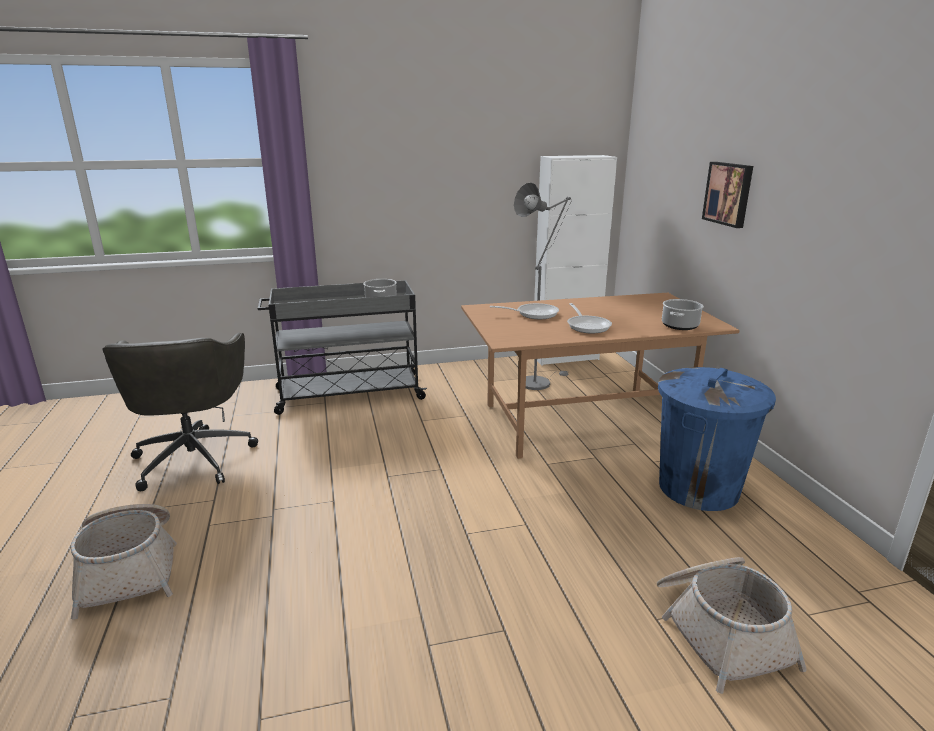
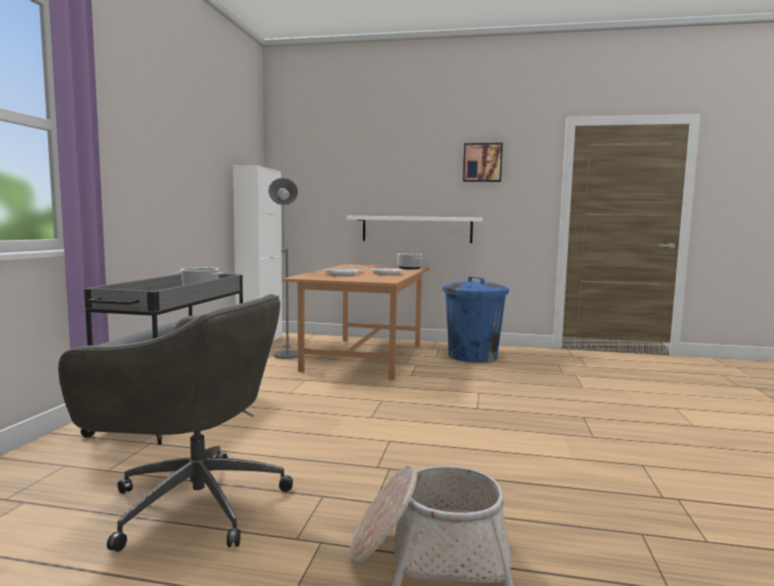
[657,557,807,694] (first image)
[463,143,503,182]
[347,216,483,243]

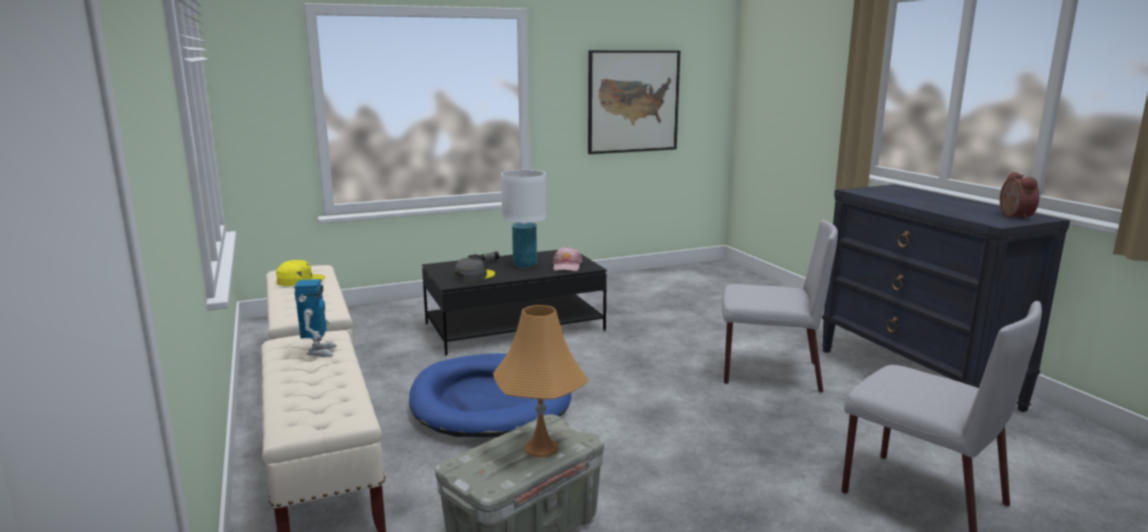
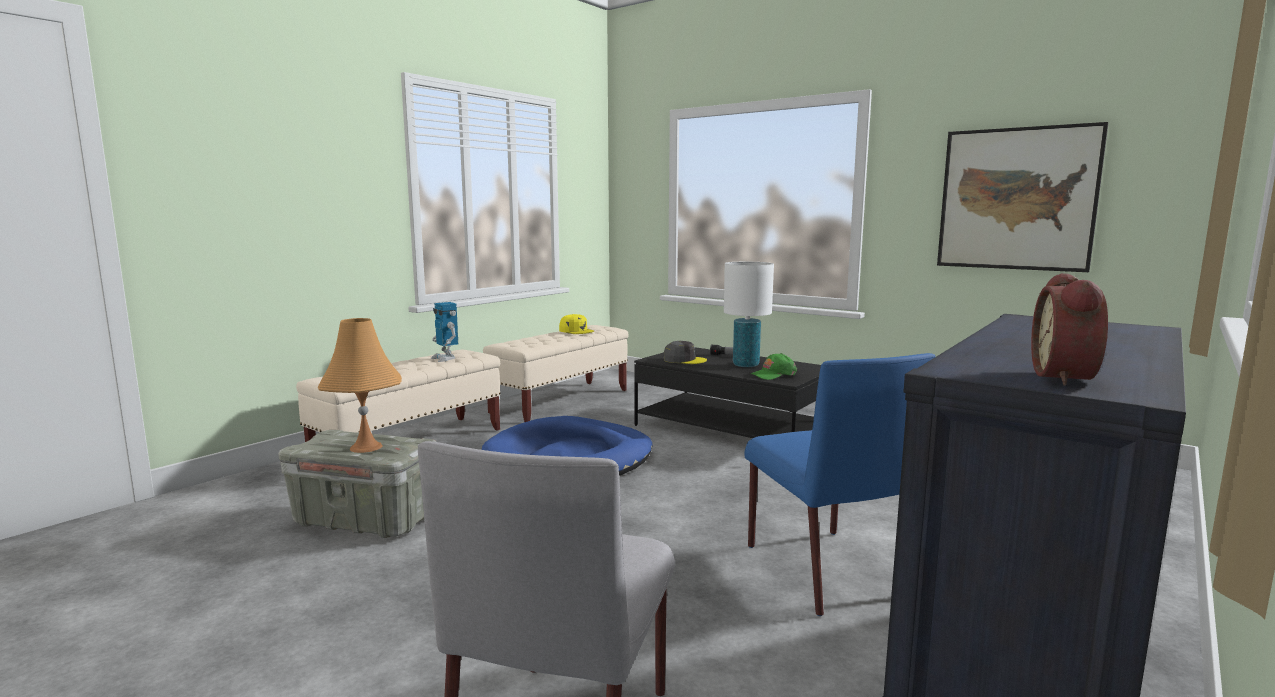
[431,302,458,362]
[751,353,797,380]
[744,353,936,616]
[1031,273,1108,386]

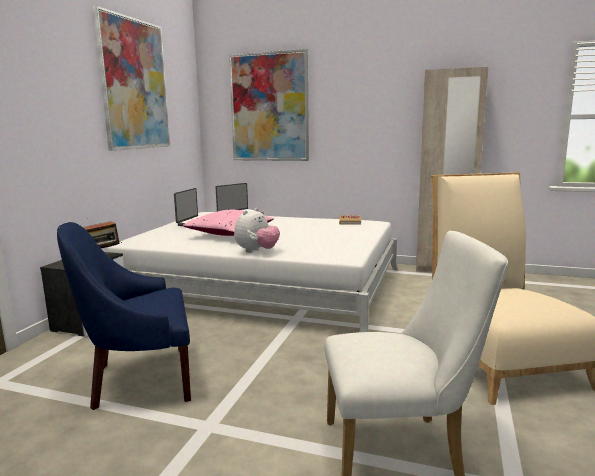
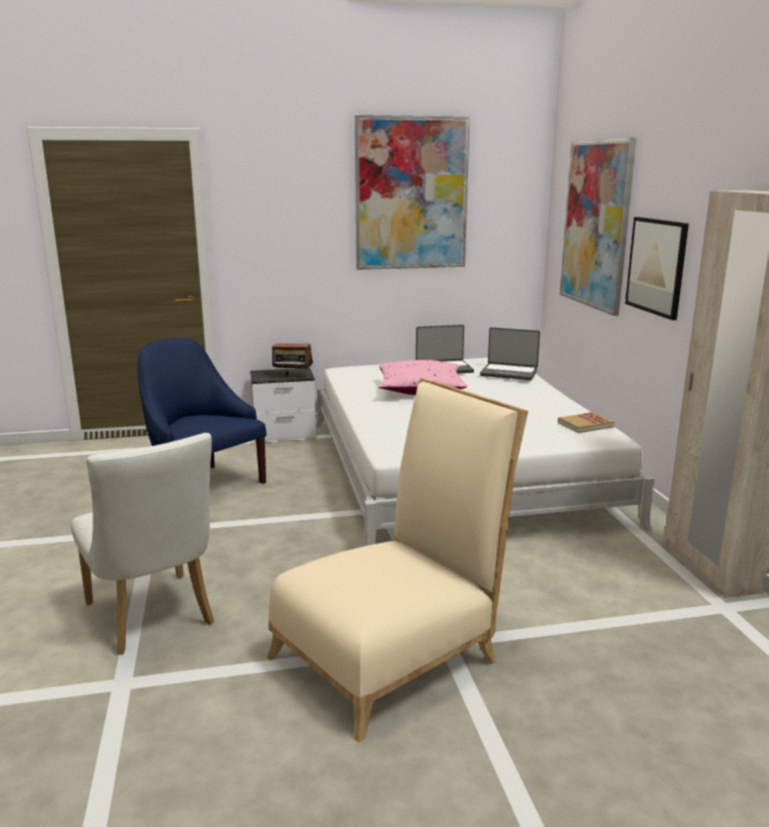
[234,208,280,253] (first image)
[625,217,689,320]

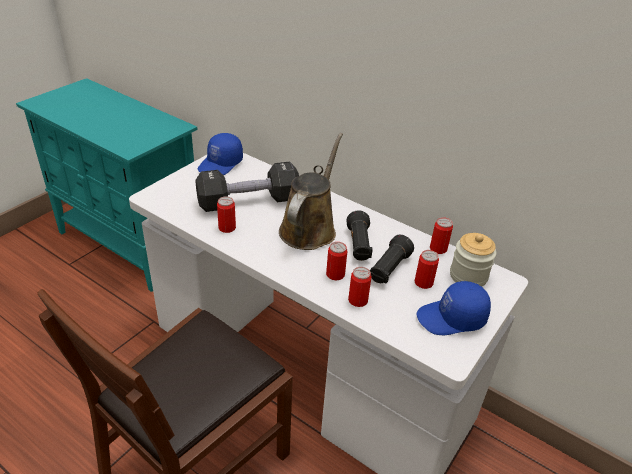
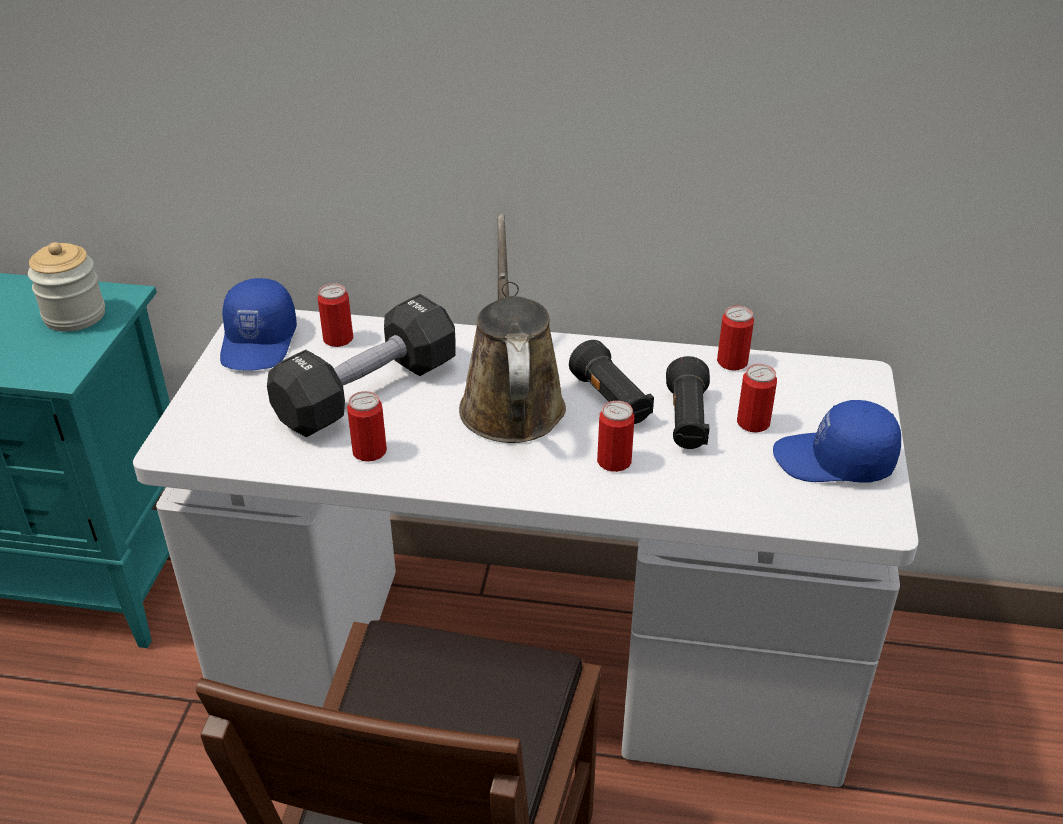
[317,283,353,347]
[773,400,901,483]
[28,242,105,332]

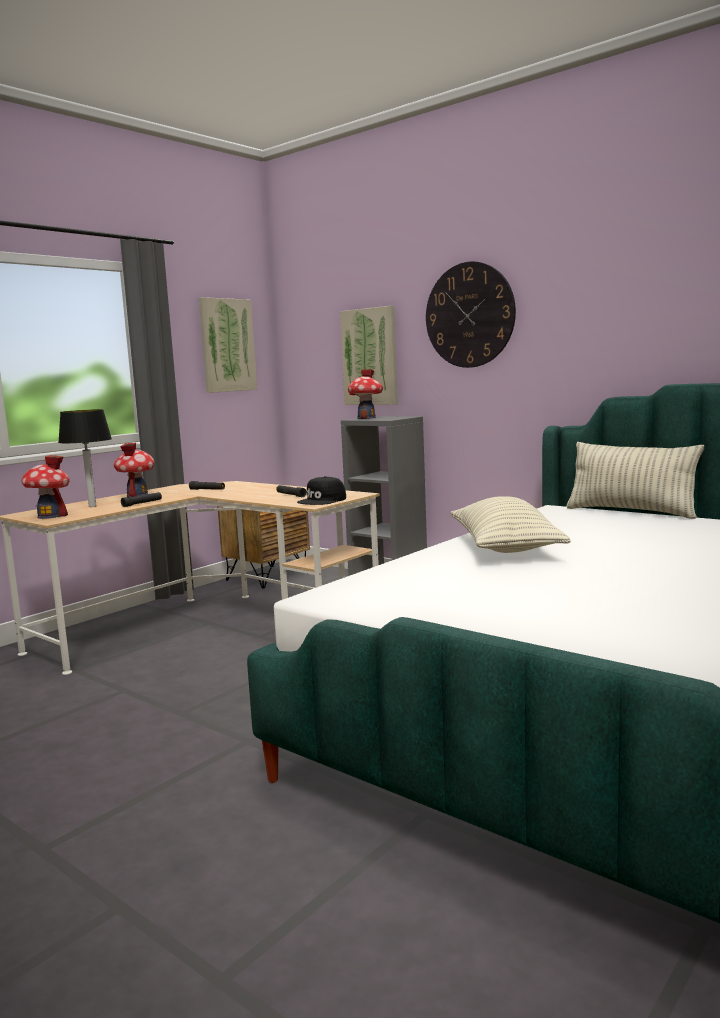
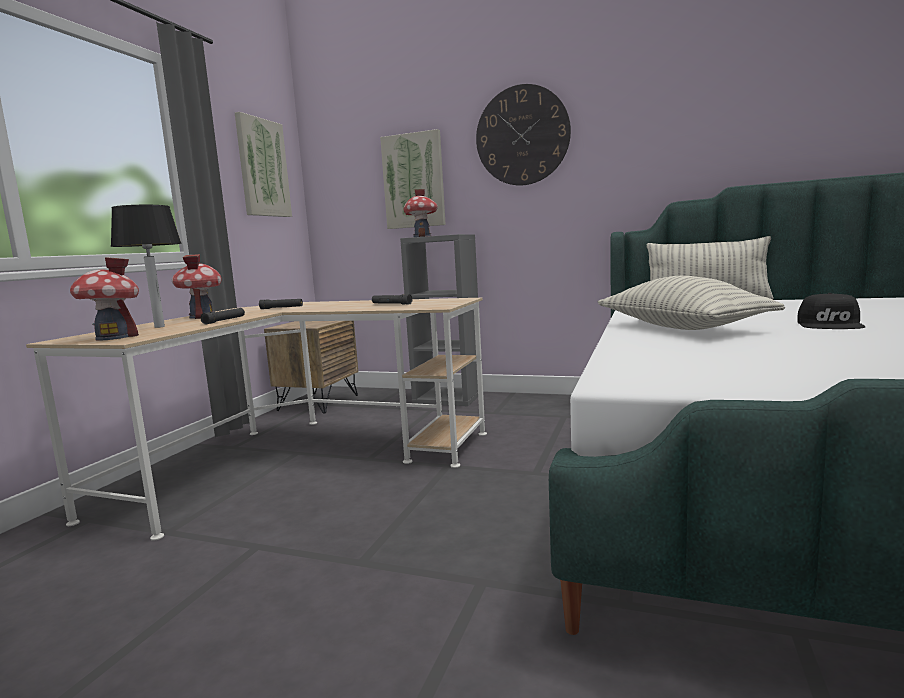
[797,293,865,329]

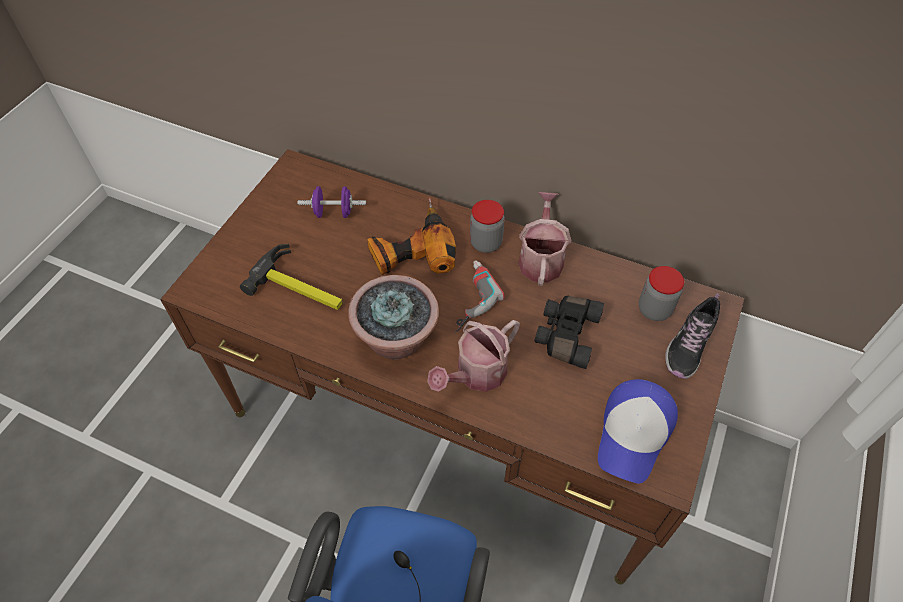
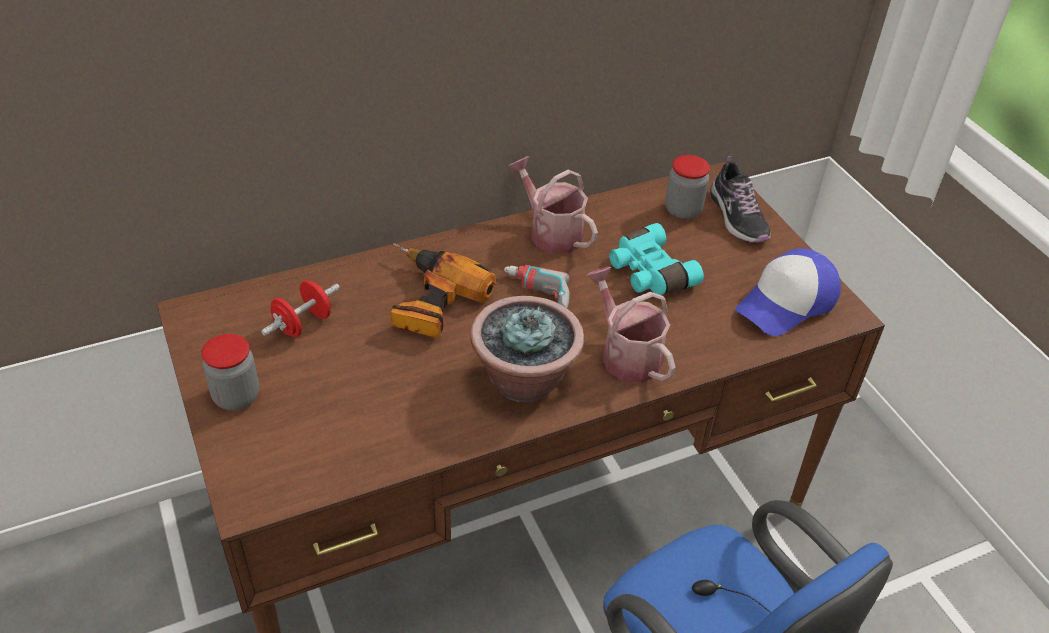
[240,244,343,310] (first image)
[261,280,340,337]
[586,266,676,383]
[201,334,259,410]
[609,223,704,295]
[735,249,841,336]

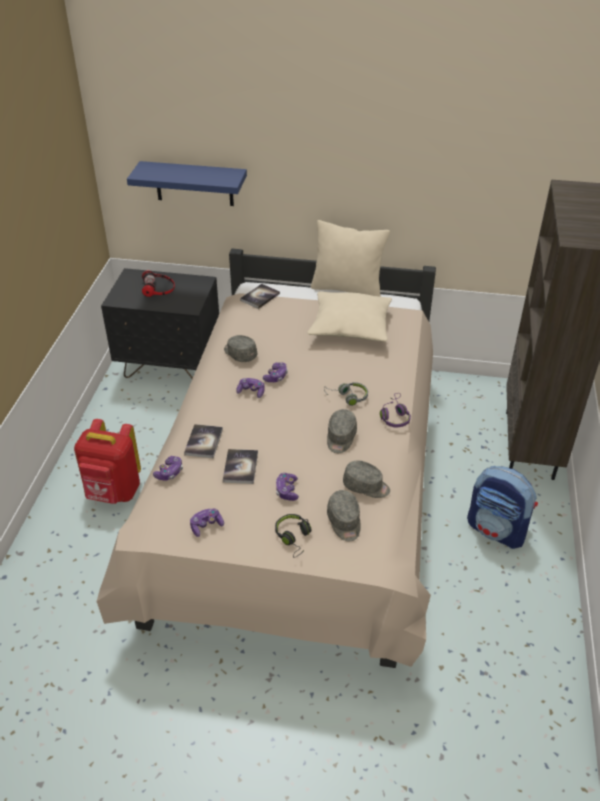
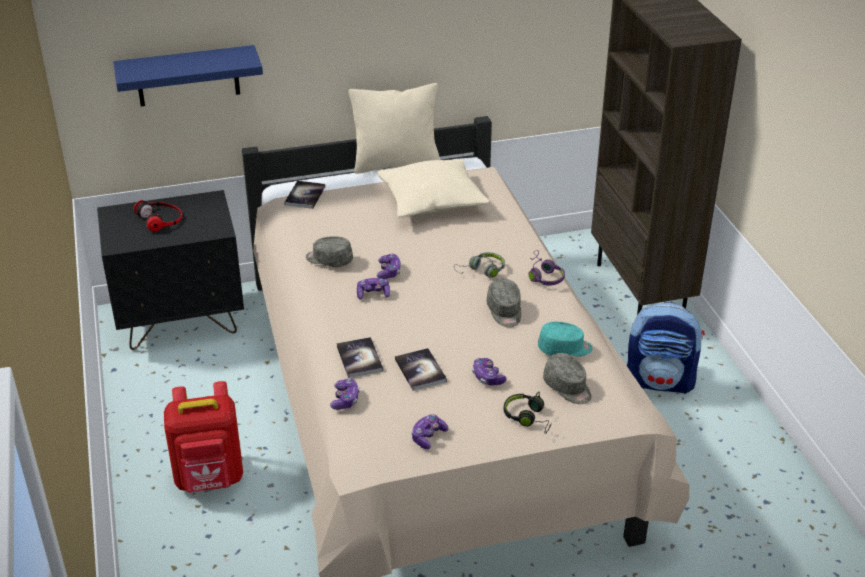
[538,322,593,356]

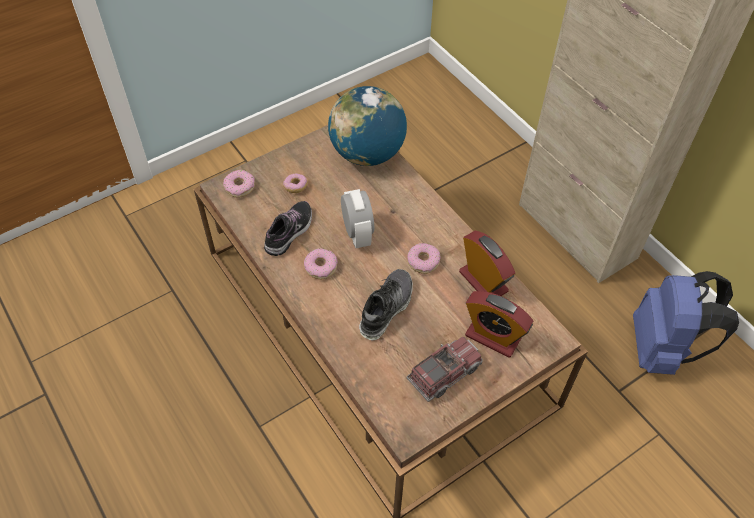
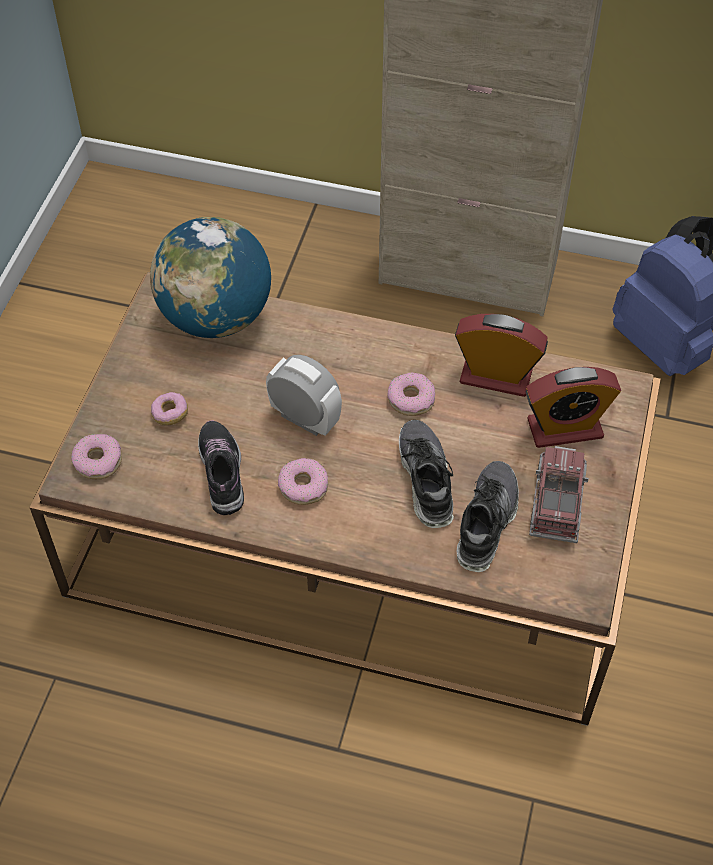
[457,461,519,572]

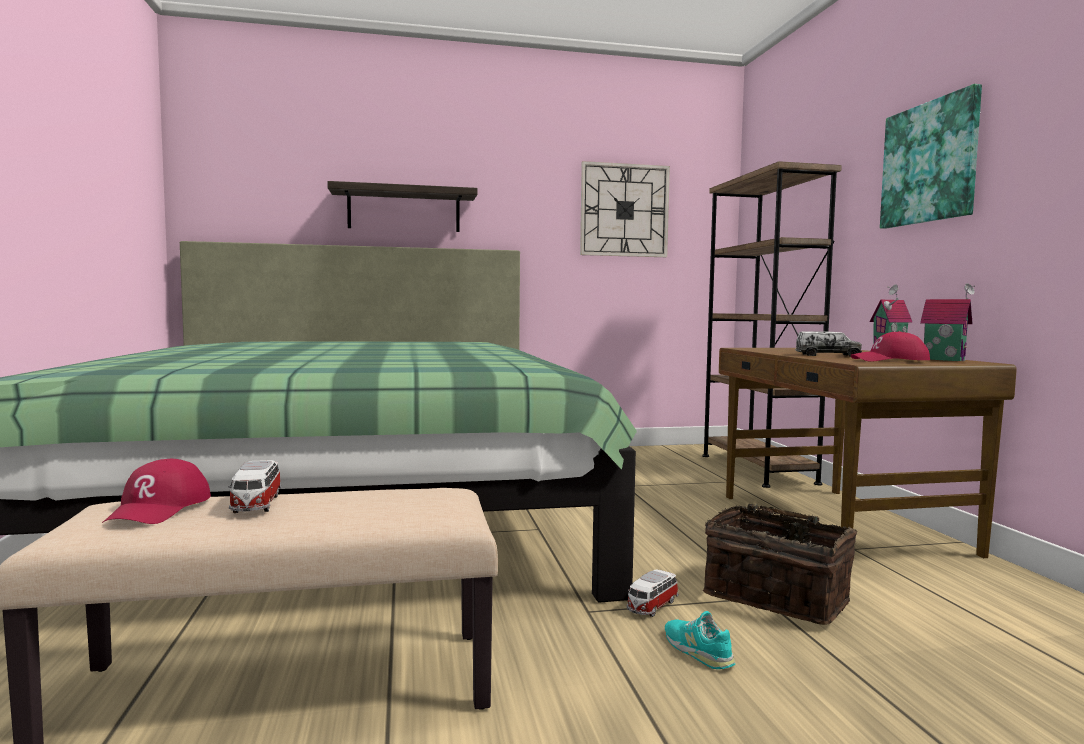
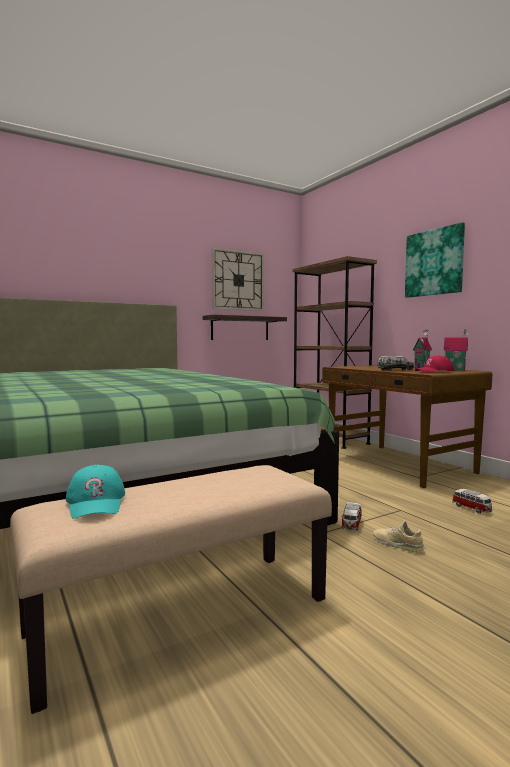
[66,465,125,519]
[452,489,492,514]
[203,315,287,340]
[373,521,425,553]
[703,504,857,625] (first image)

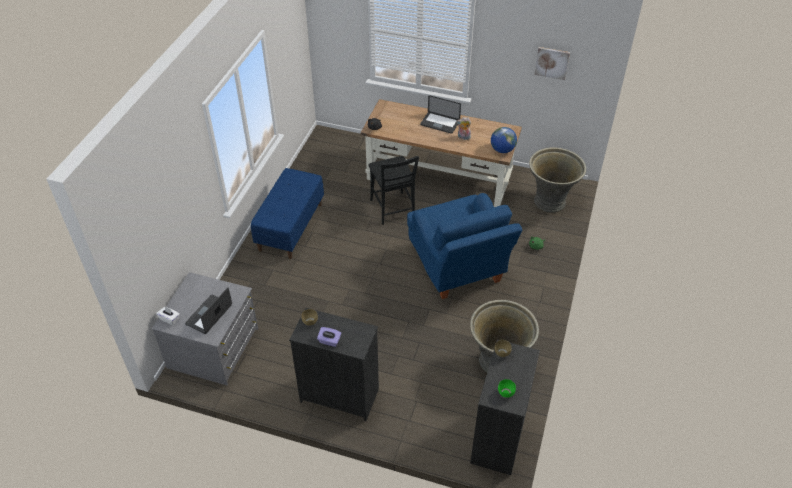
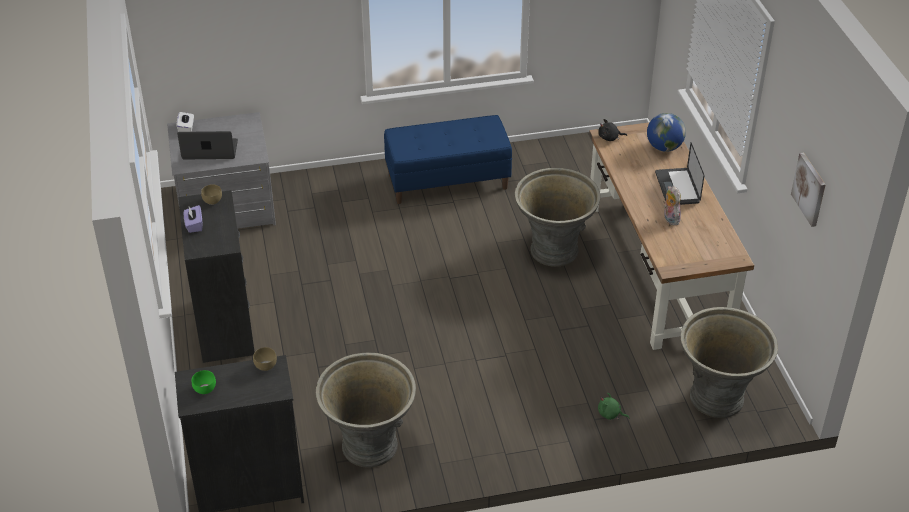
[515,168,601,267]
[407,193,522,299] (first image)
[647,113,686,152]

